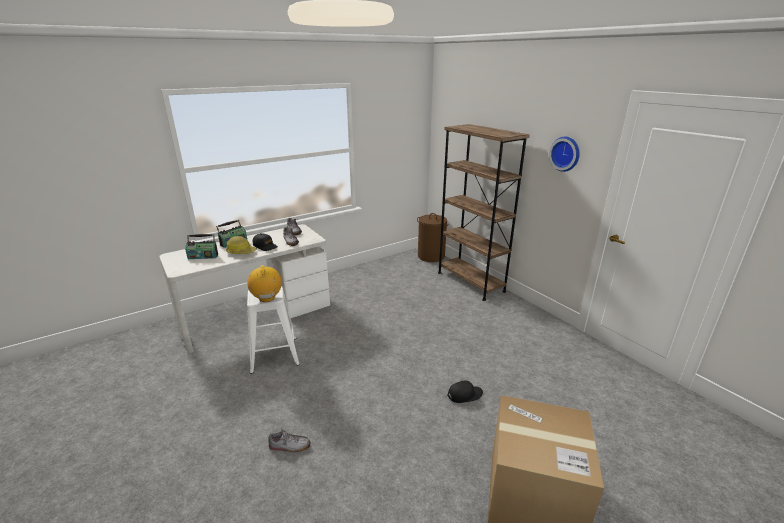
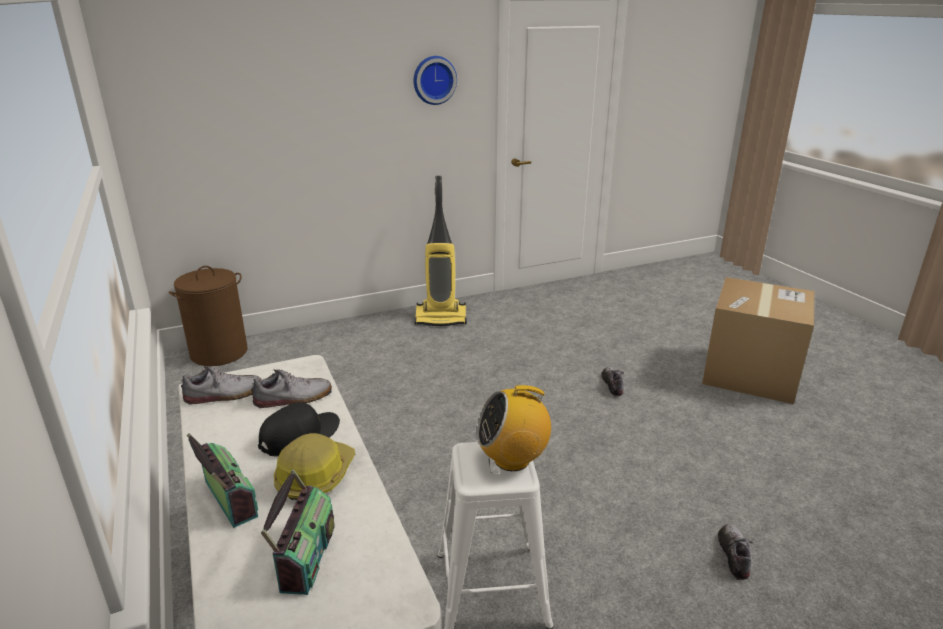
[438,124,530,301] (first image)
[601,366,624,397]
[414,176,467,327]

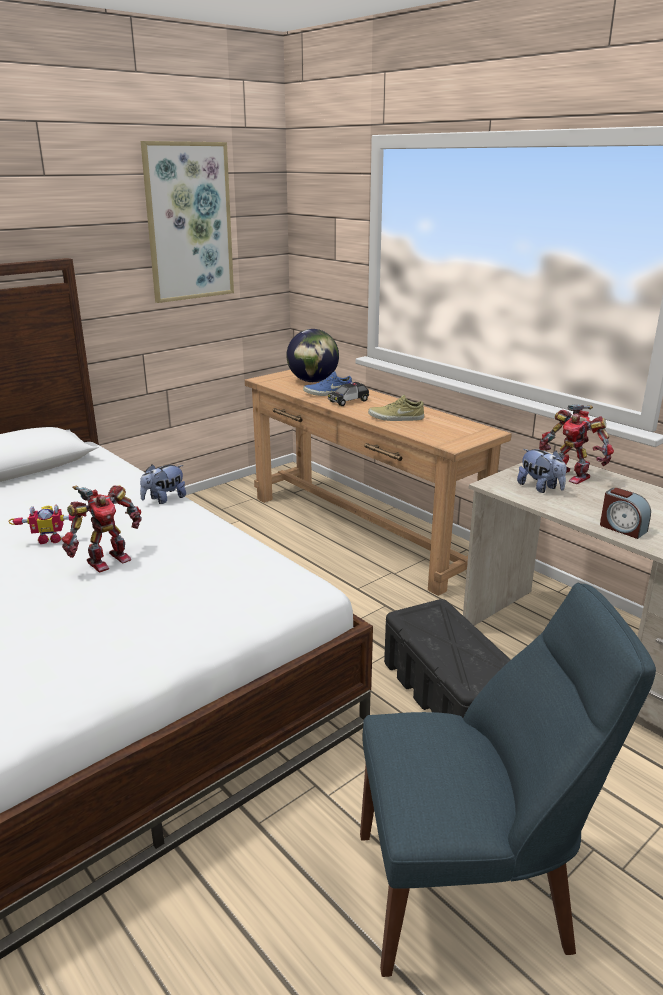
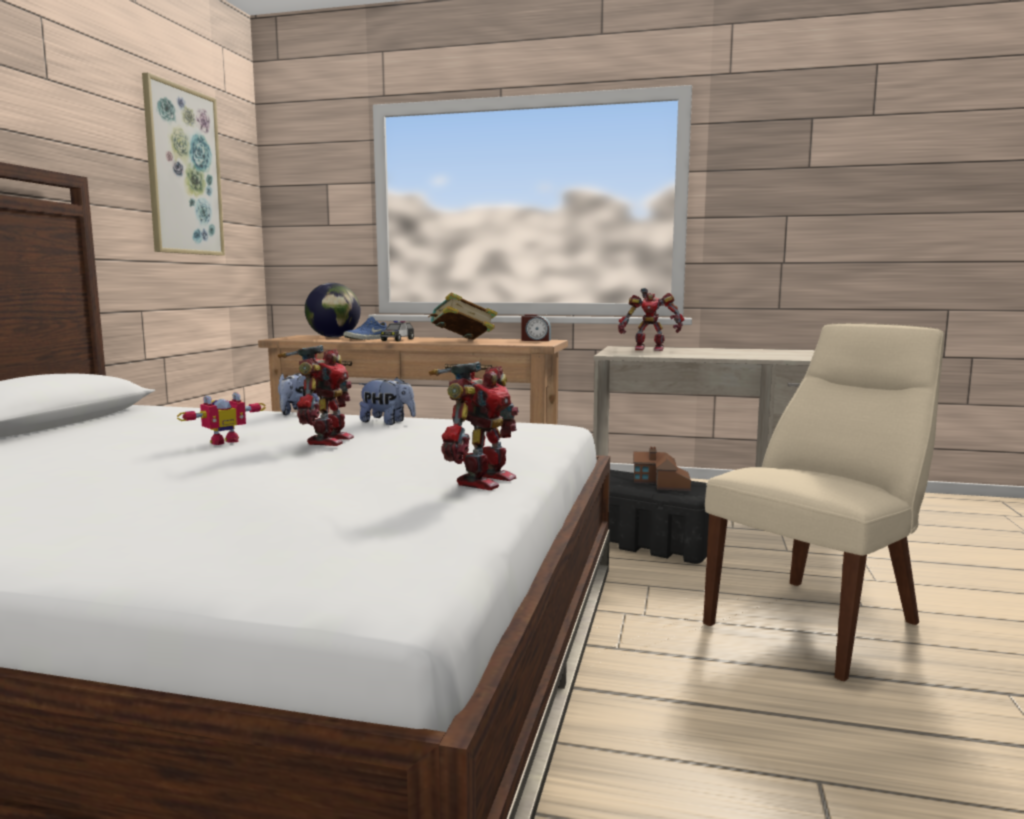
[703,323,944,681]
[428,292,498,340]
[360,377,416,425]
[521,314,551,341]
[429,361,519,490]
[633,447,691,491]

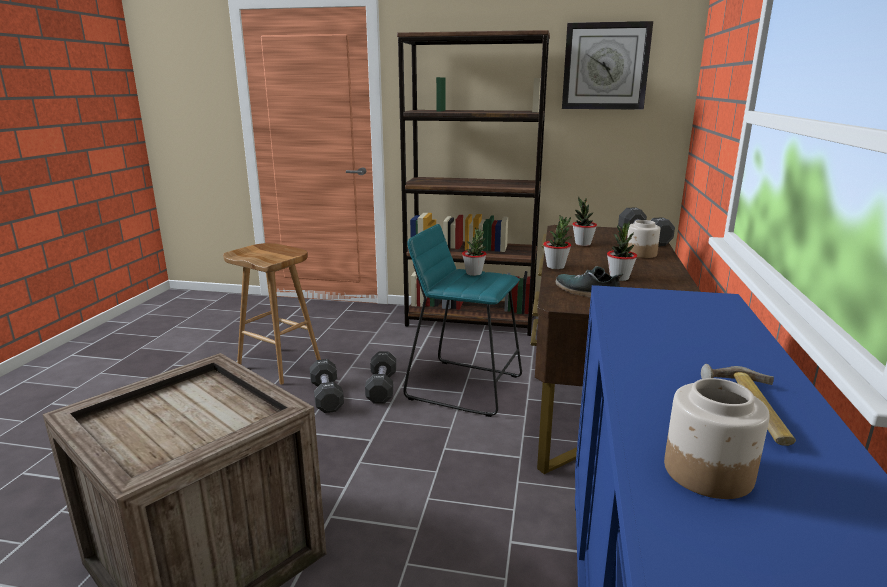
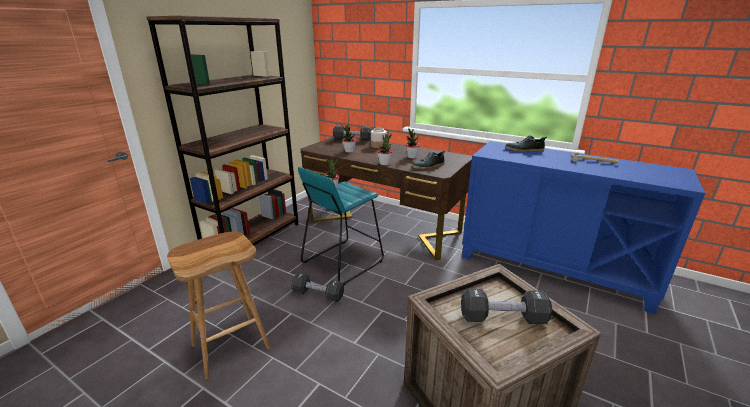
[461,288,552,324]
[562,21,653,110] (first image)
[664,378,770,499] (first image)
[505,135,547,152]

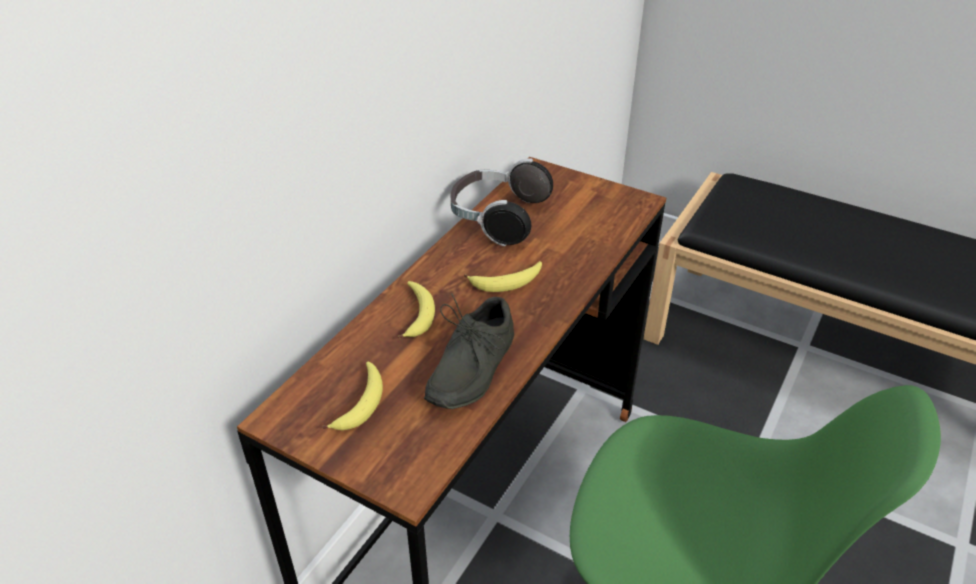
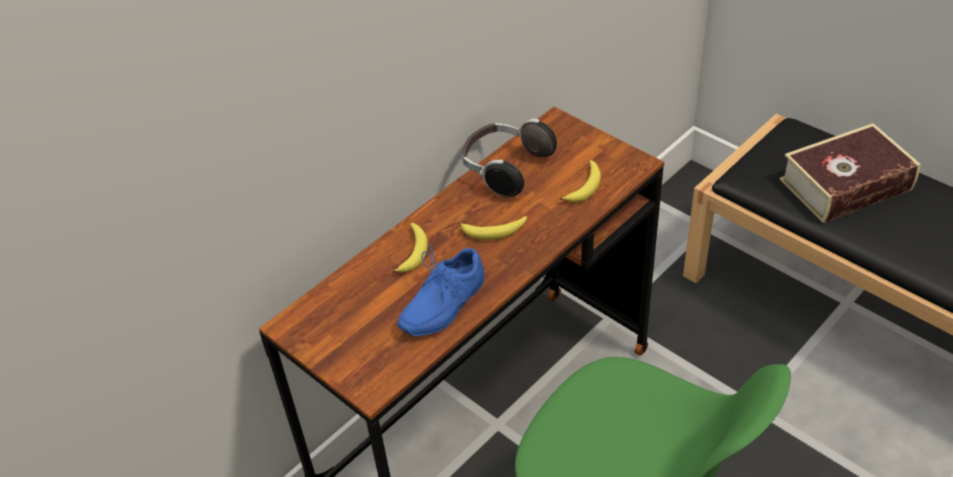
[559,160,601,202]
[397,244,484,336]
[780,123,921,223]

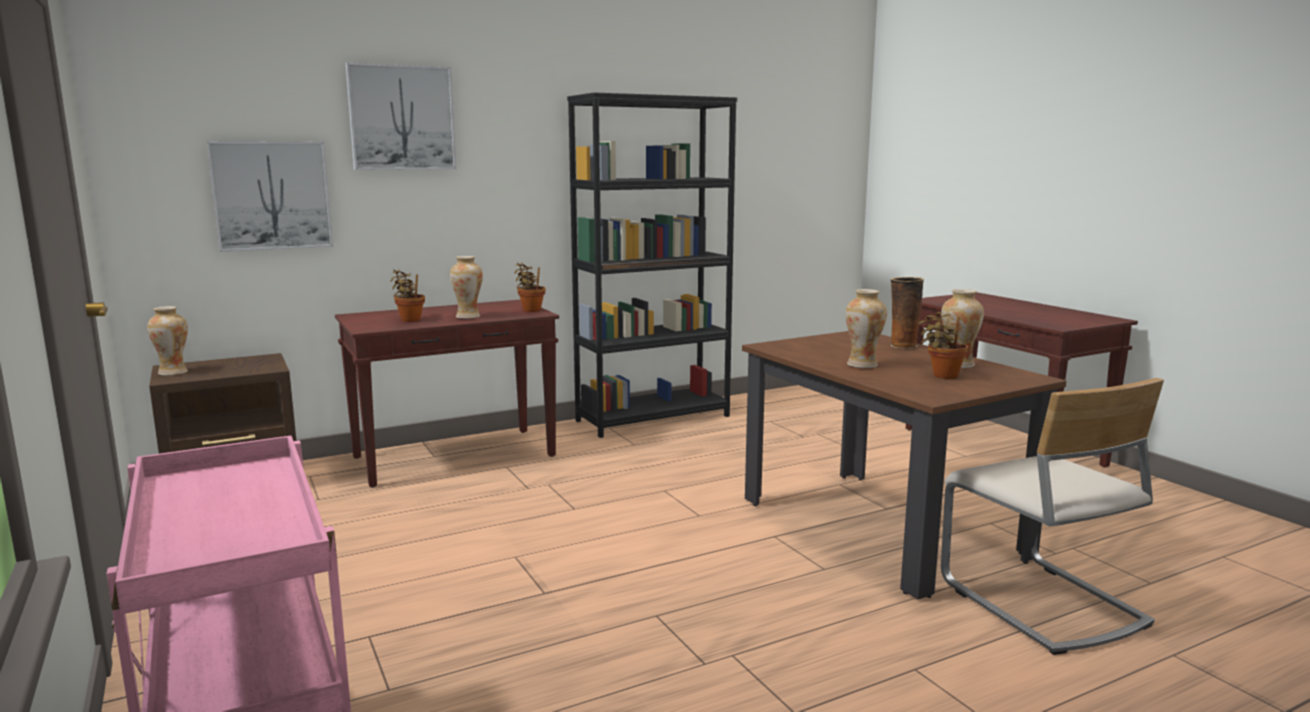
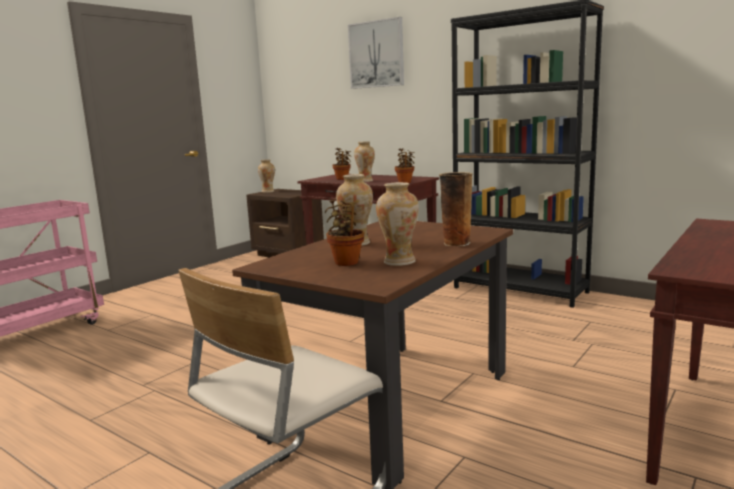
[207,141,333,252] (first image)

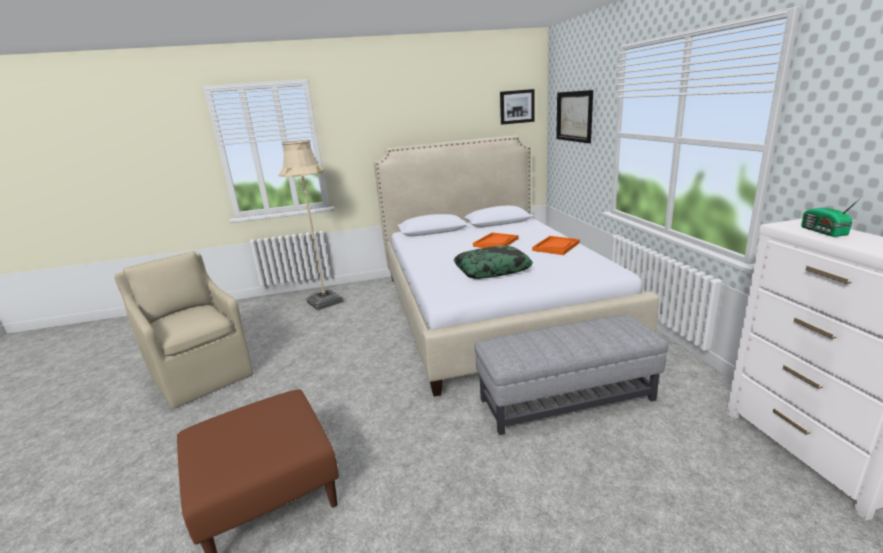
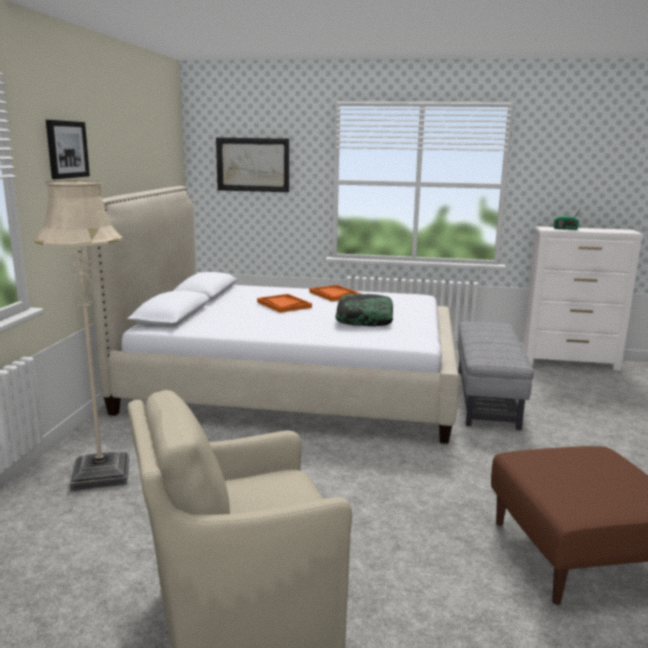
[46,120,90,179]

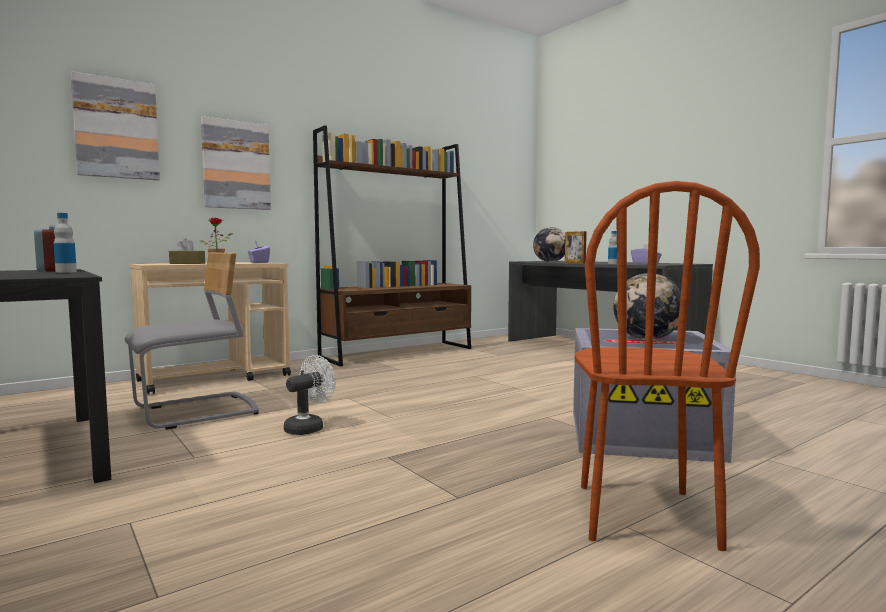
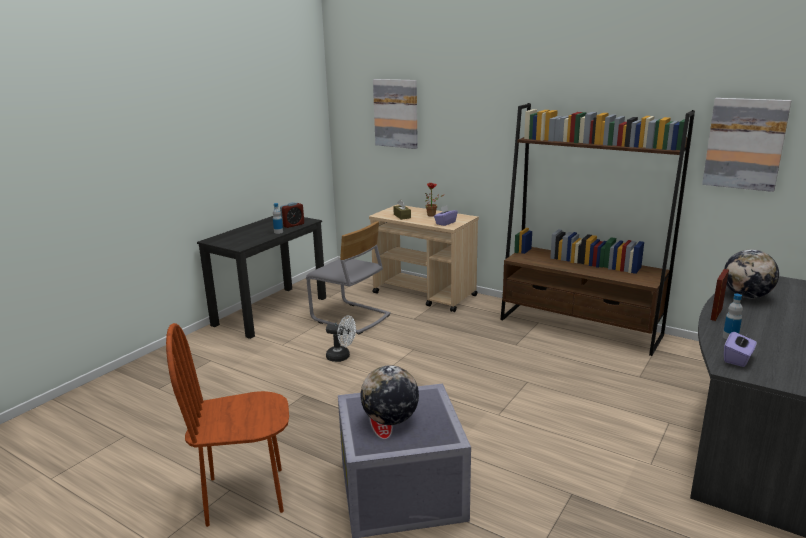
[702,98,792,192]

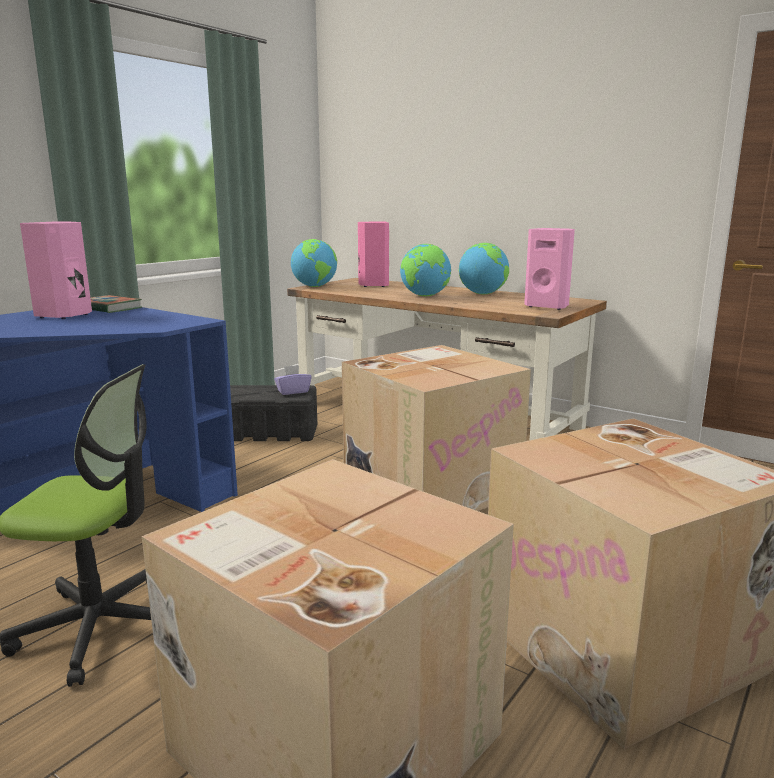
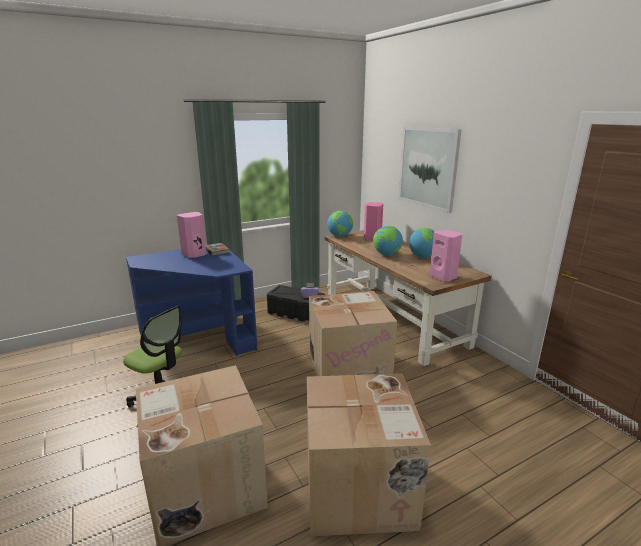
[399,126,462,213]

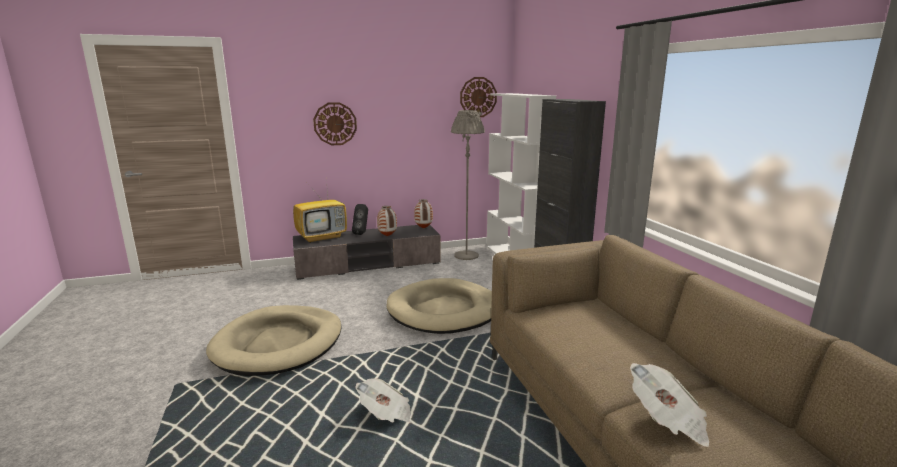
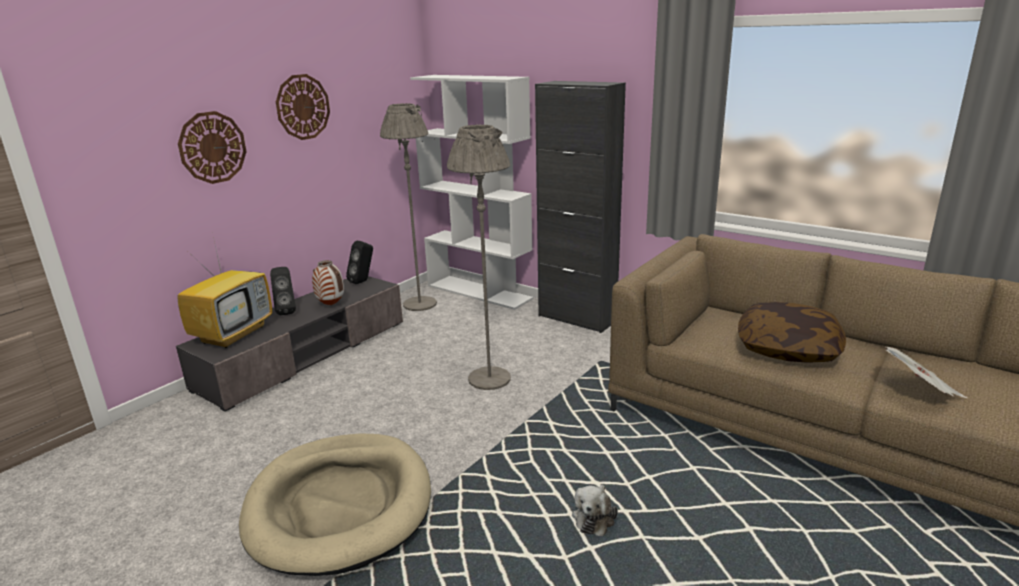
[572,485,618,536]
[447,124,511,390]
[346,241,373,284]
[276,74,330,140]
[738,302,846,363]

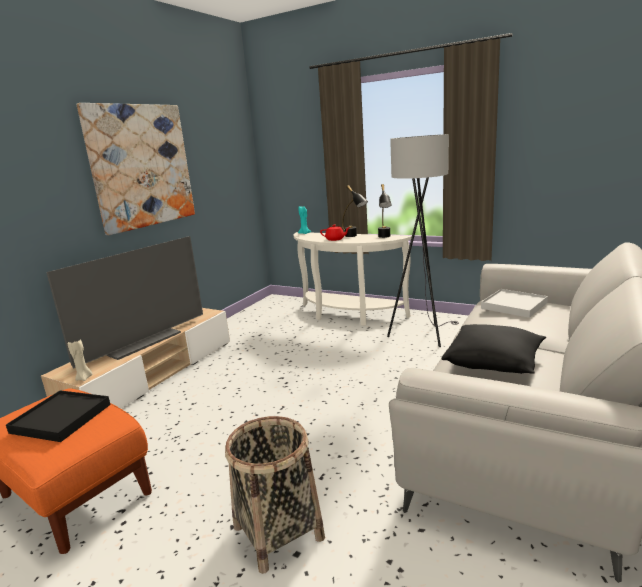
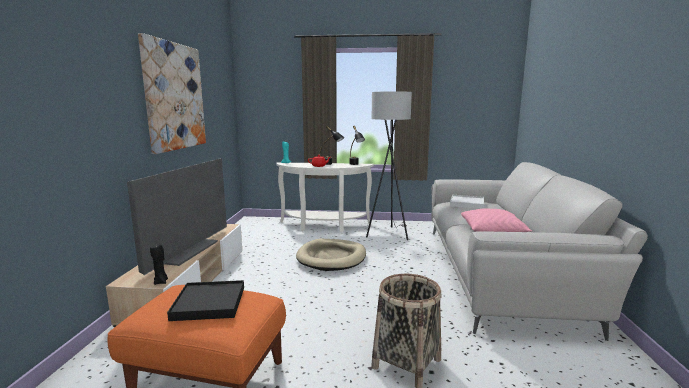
[150,245,168,285]
[461,209,532,232]
[296,239,366,271]

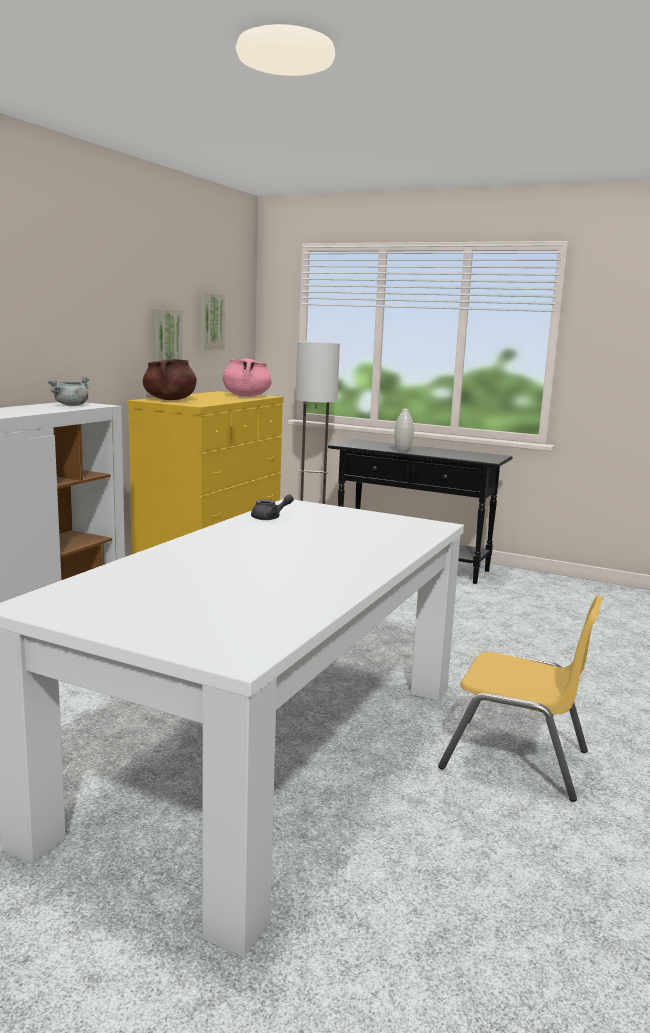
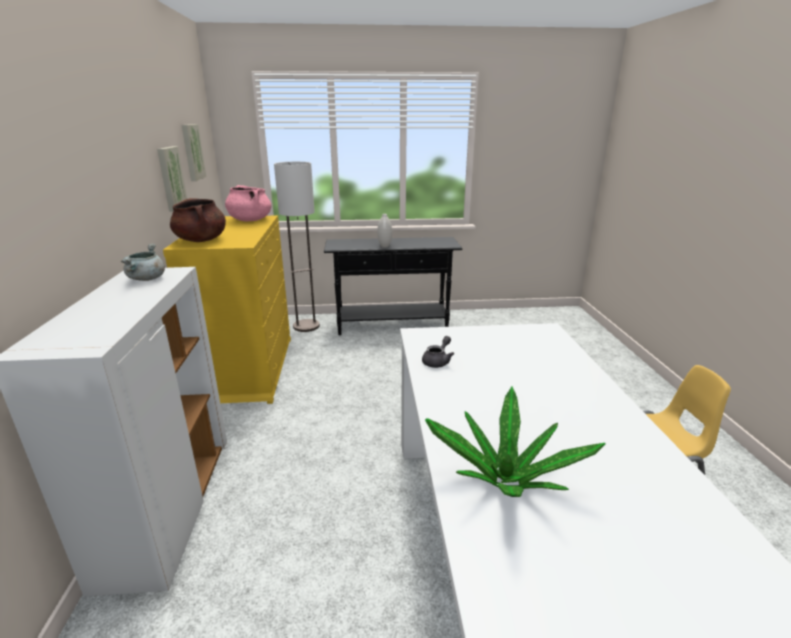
[425,386,606,497]

